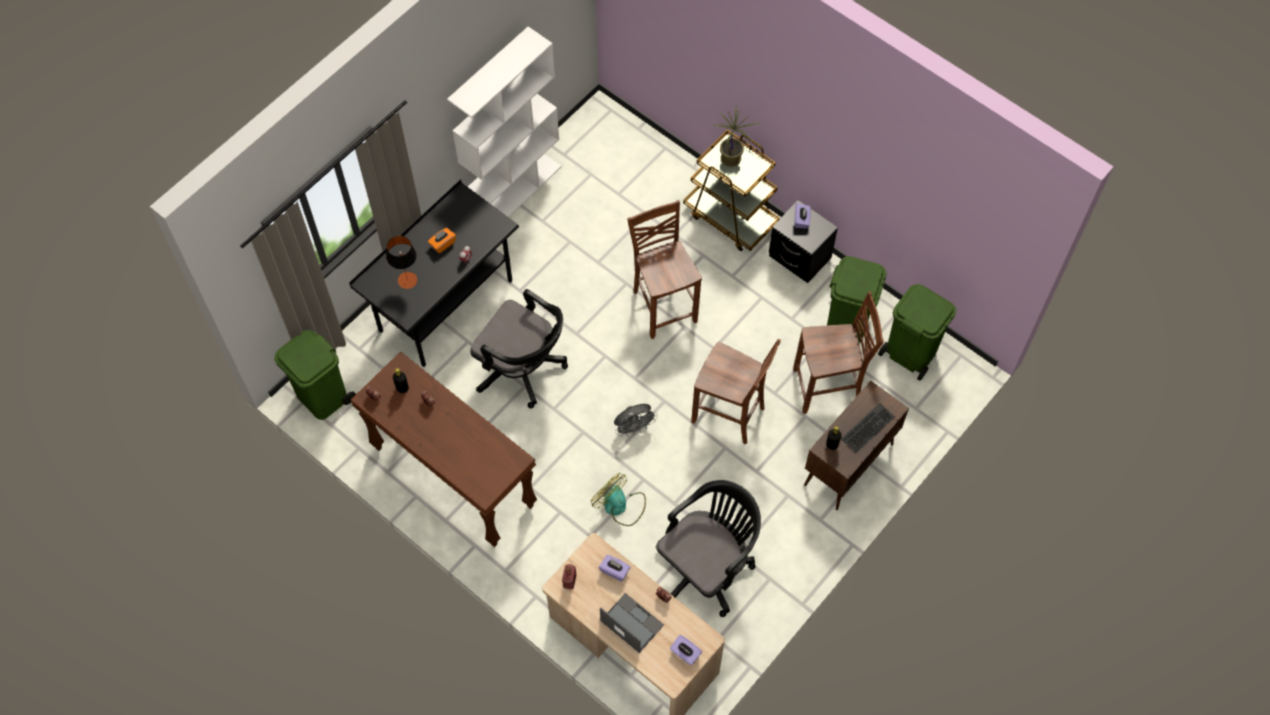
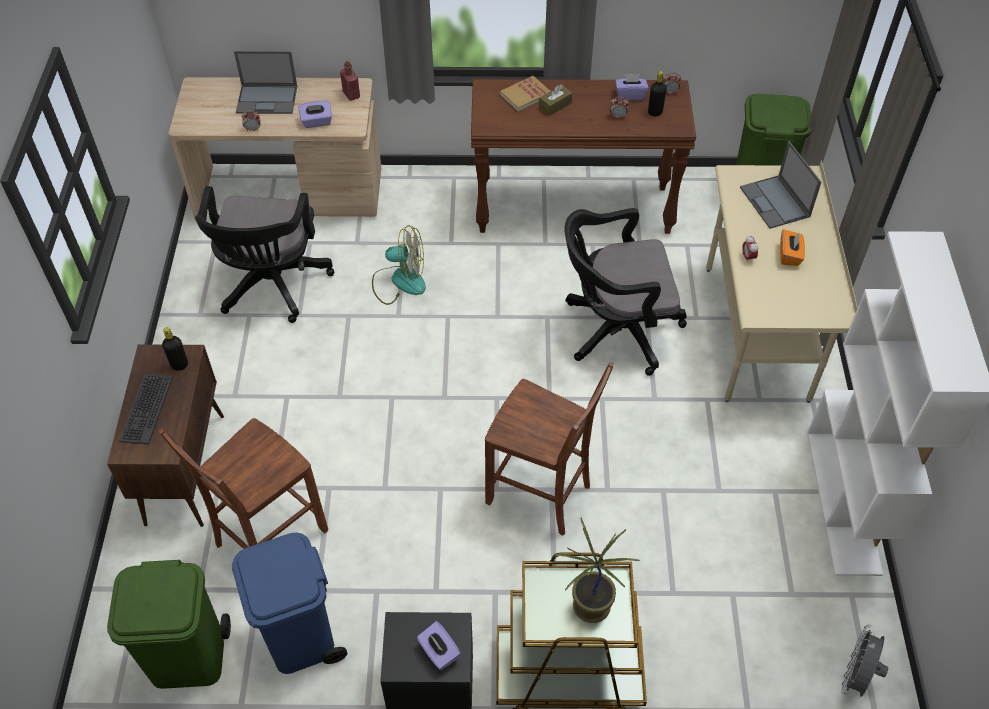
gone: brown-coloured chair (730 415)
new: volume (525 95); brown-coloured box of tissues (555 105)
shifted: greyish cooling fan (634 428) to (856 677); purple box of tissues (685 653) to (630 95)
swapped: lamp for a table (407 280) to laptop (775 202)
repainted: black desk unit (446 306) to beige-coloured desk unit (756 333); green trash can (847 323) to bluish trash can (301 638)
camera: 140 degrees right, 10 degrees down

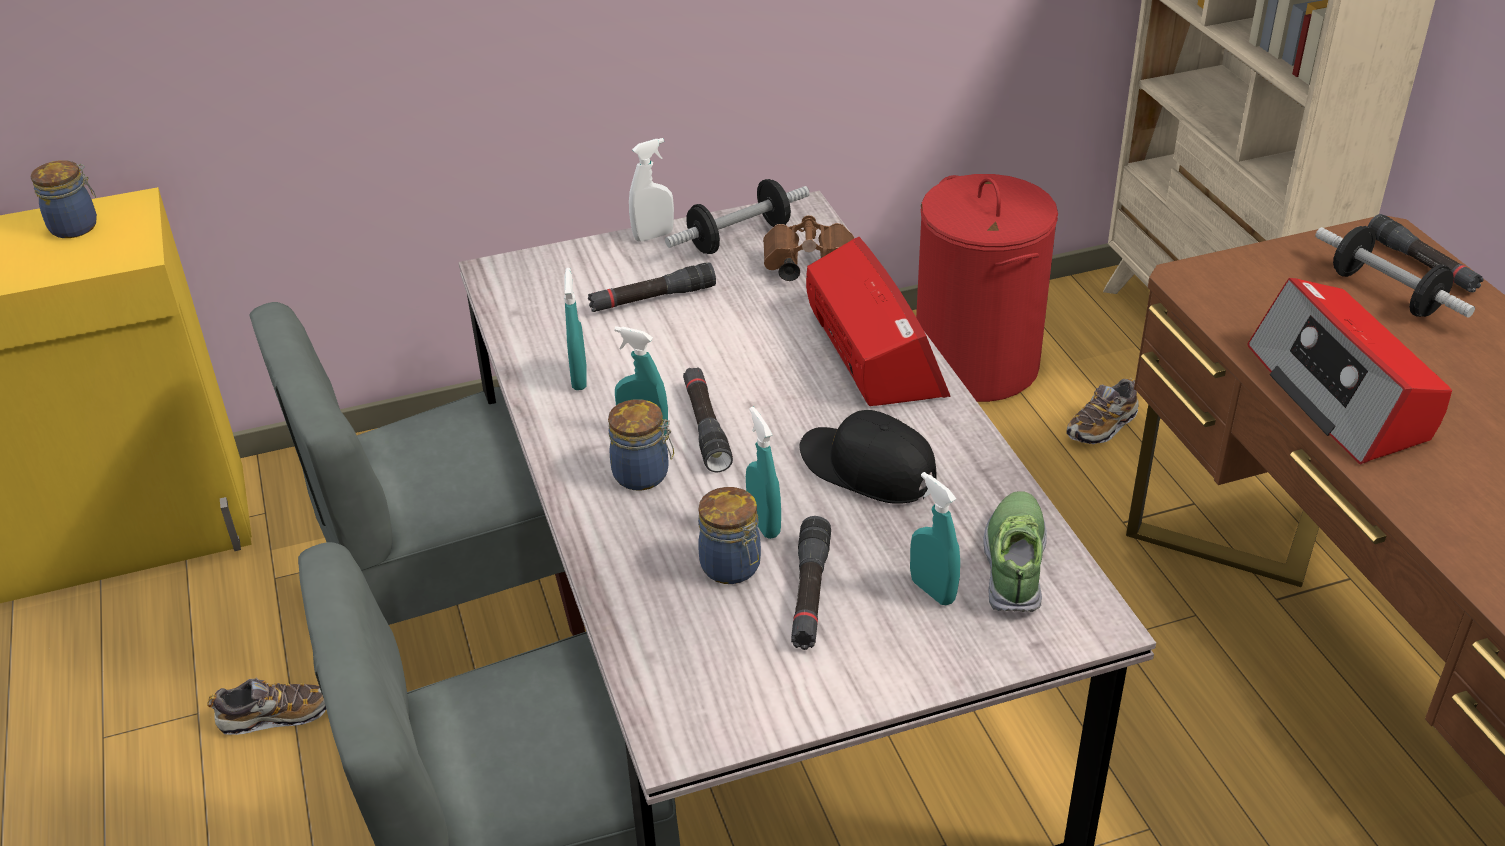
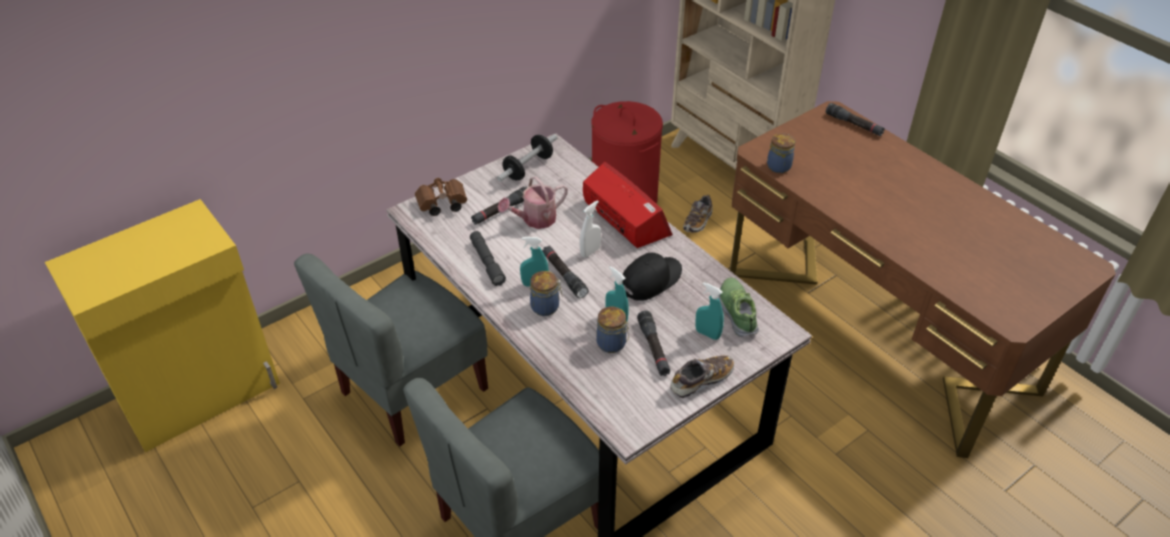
gone: radio (1341 394); free weight (1385 293)
new: watering can (535 220)
shifted: storage jar (76 226) to (779 166); shoe (274 716) to (701 381); white spray bottle (653 236) to (590 252); brown-coloured binoculars (806 267) to (441 205)
swapped: turquoise-coloured spray bottle (579 378) to greyish hand torch (487 262)
rotated: black cap (867 469) = (650 280) 120 degrees clockwise
camera: 20 degrees left, 5 degrees up

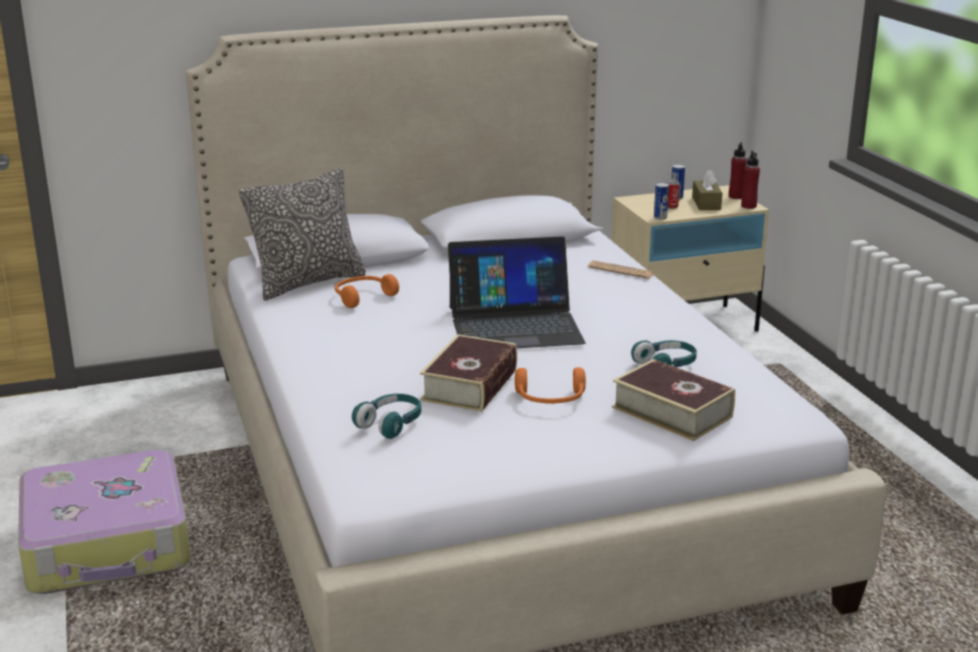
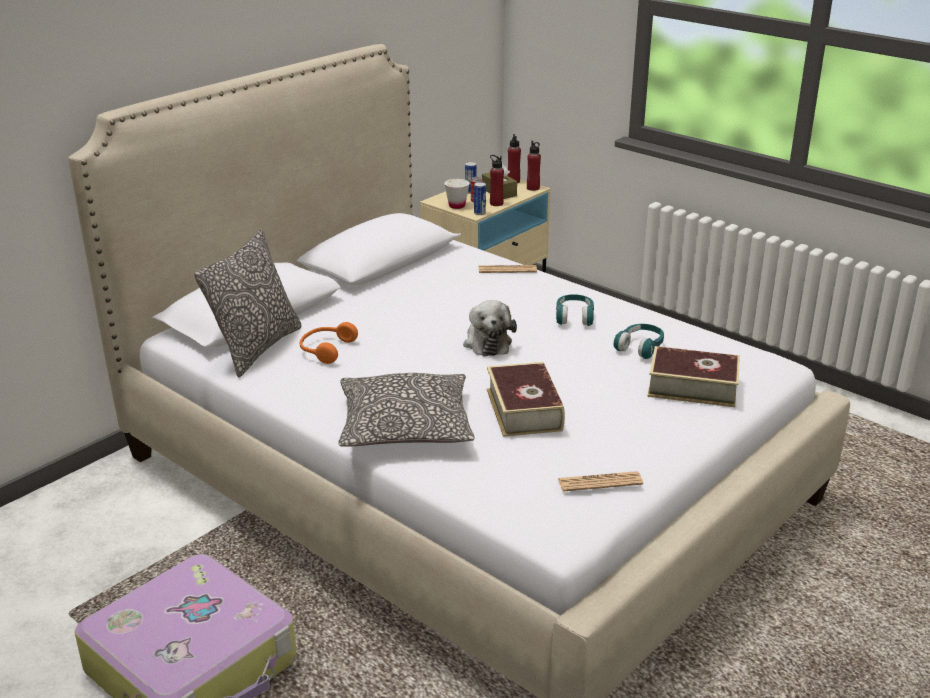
gone: orangey headset (550 399)
new: throw pillow (405 426); white cup (457 206); red-coloured bottle (496 203); printed paper (600 482)
shifted: turquoise-coloured headset (391 424) to (574 317)
swapped: laptop (514 324) to plush toy (487 342)
camera: 30 degrees left, 5 degrees up

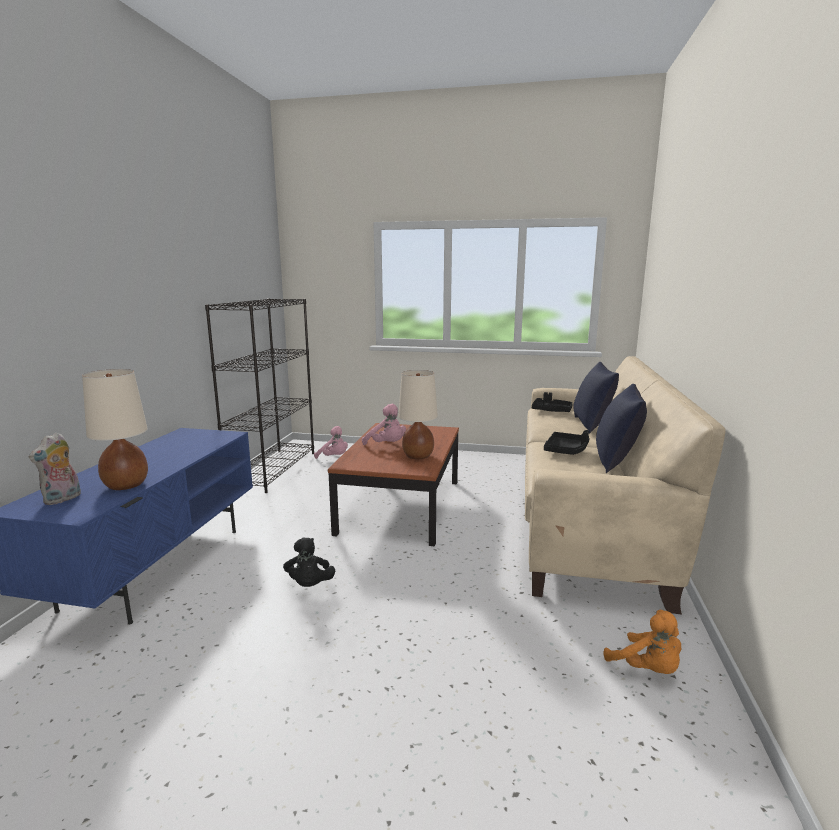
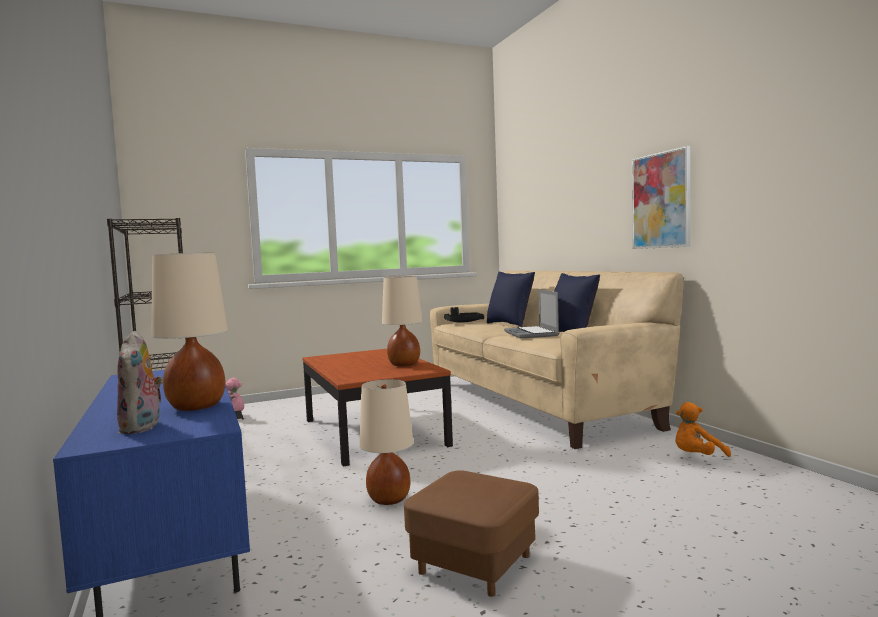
gone: pink plush toy (387 445)
new: brown-coloured footrest (474 563); picture (661 200)
swapped: black plush toy (309 585) to beige-coloured lamp for a table (389 500); black tray (566 450) to laptop (532 334)
rotated: orangey plush toy (647 669) = (697 457) 135 degrees clockwise
camera: 35 degrees left, 10 degrees down

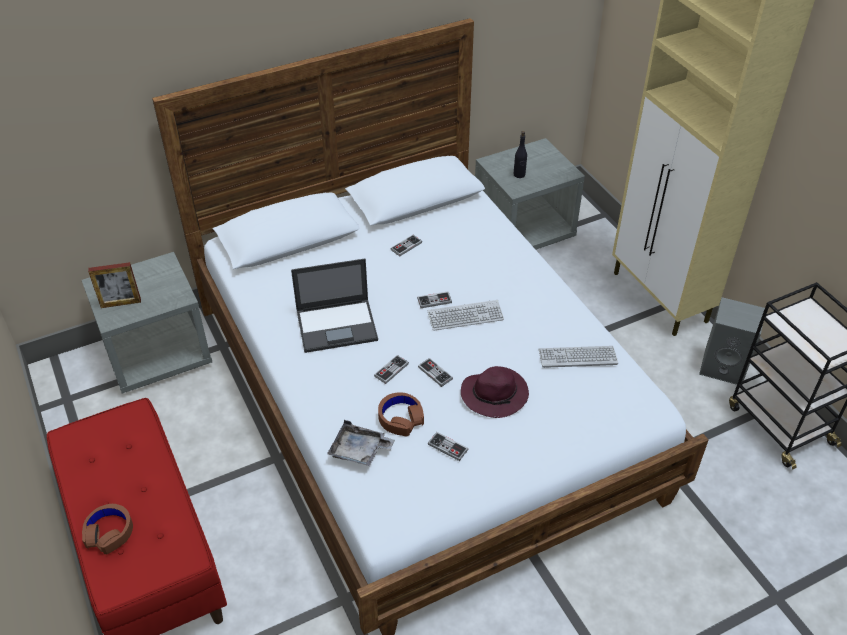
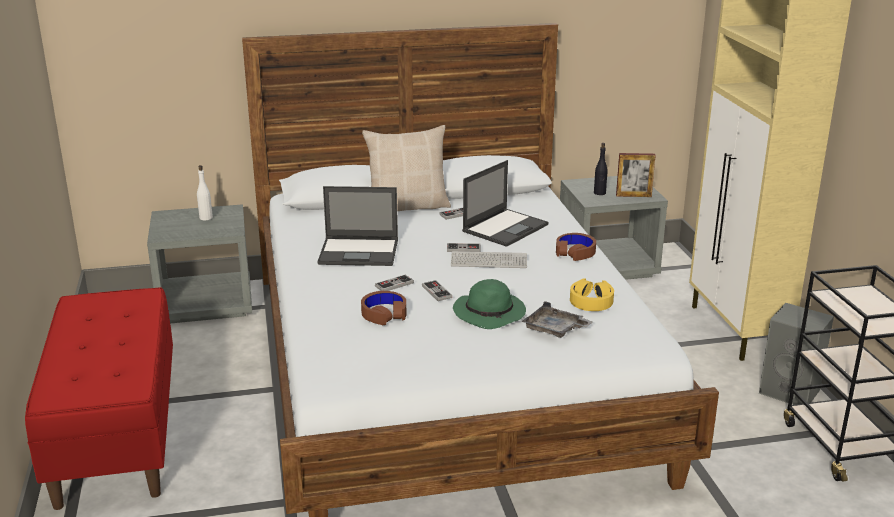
gone: game controller (448 447)
new: white bottle (206 218); beige-coloured throw pillow (408 206); laptop (505 227)
shifted: brown-coloured headset (109 532) to (575 252); standing frame (121 303) to (633 195); greyish tray (359 451) to (555 329)
swapped: PC keyboard (577 357) to yellowish headset (591 301)
repainted: purple hat (495 394) to green hat (490 313)
camera: 15 degrees right, 20 degrees down

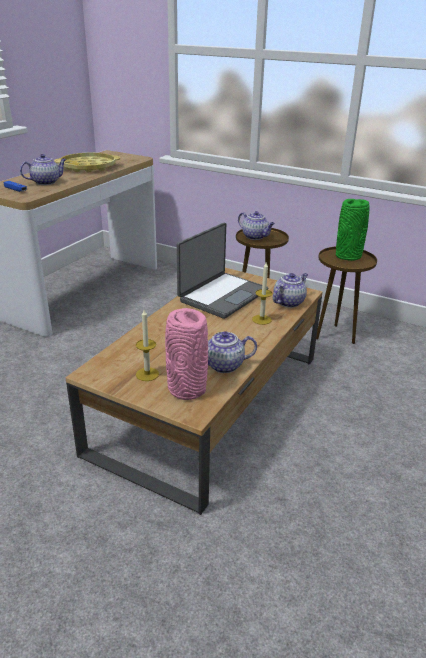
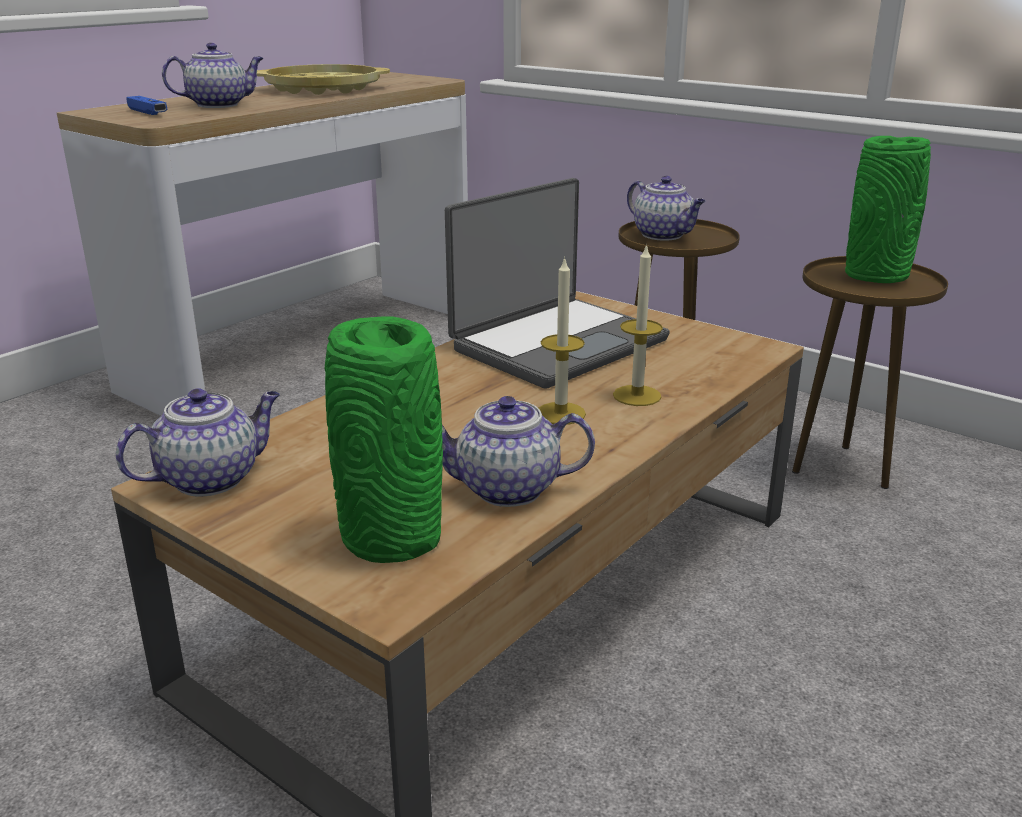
shifted: wax light (147 374) to (560 413); pot for tea (289 302) to (211 478)
repainted: pink flower vase (187 390) to green flower vase (391 539)
camera: 10 degrees right, 5 degrees down

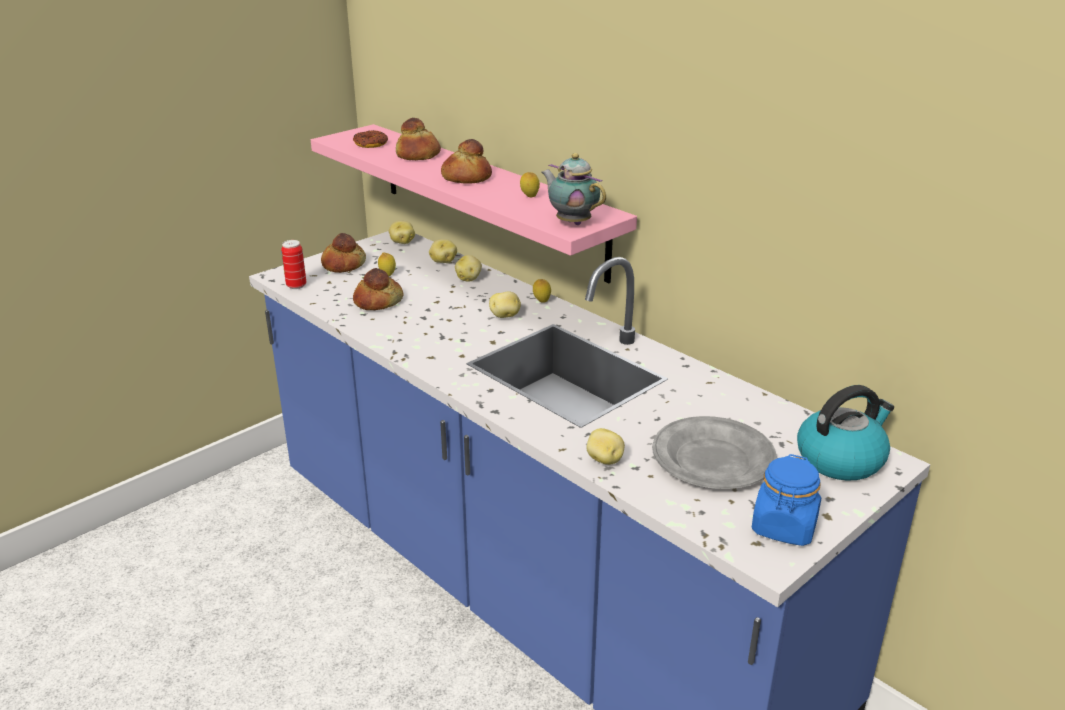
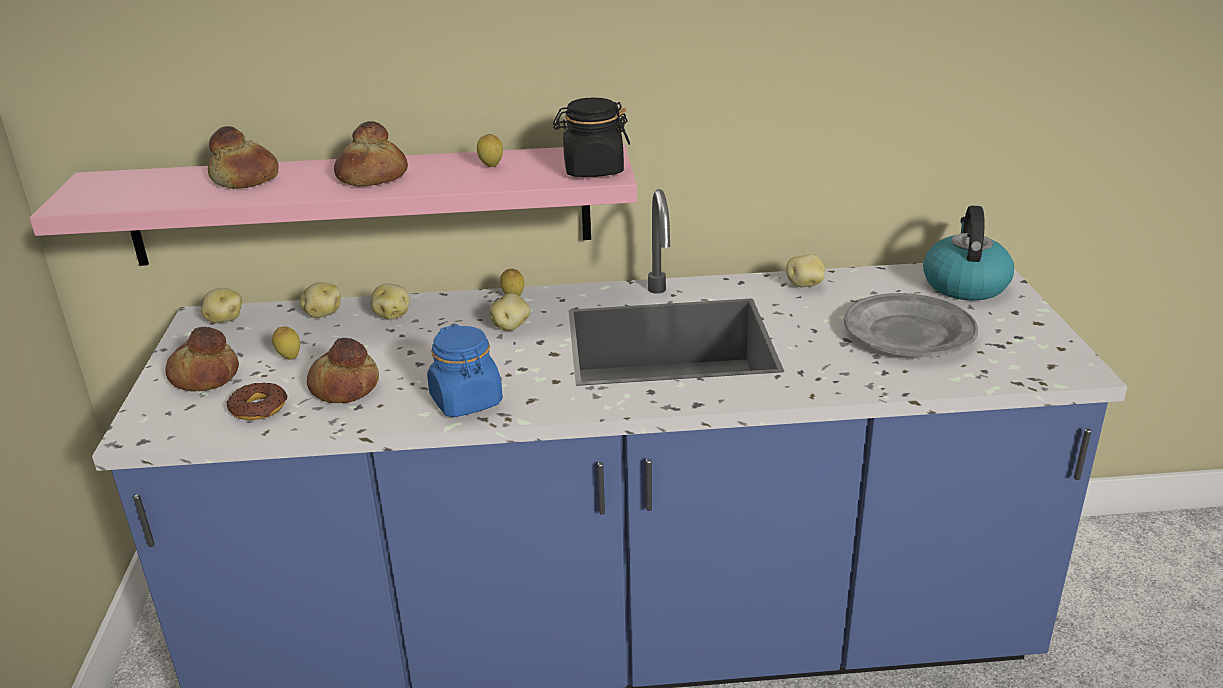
gone: sealed can (296 285)
shifted: ring doughnut (371 144) to (259 408); potato (604 460) to (805 285); bluish storage jar (784 527) to (466 401)
swapped: pot for tea (572 222) to black storage jar (593 170)
camera: 50 degrees left, 0 degrees up

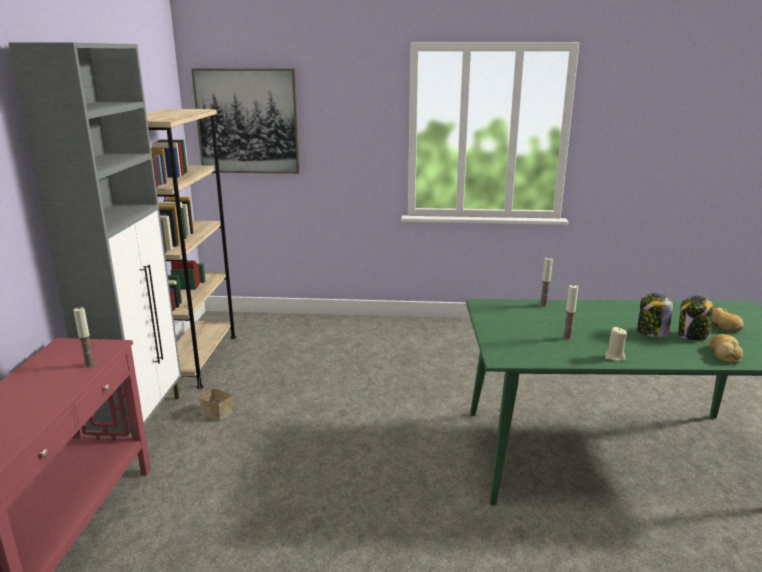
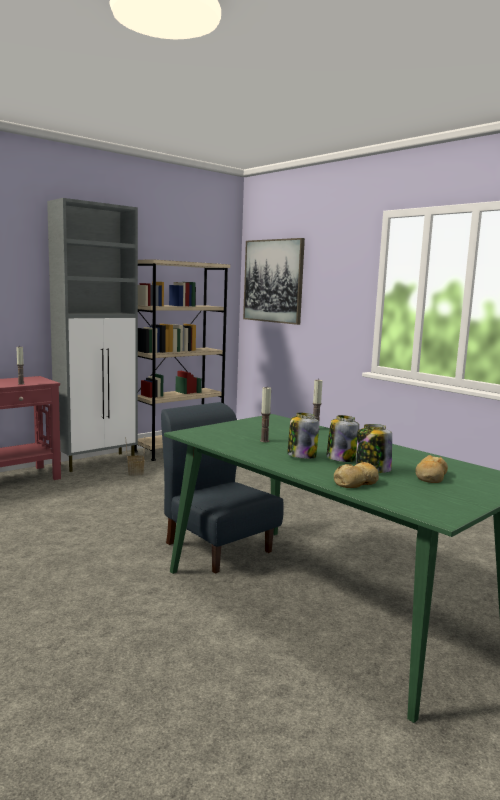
gone: beige-coloured wax light (614 357)
new: bluish chair (218 546); storage jar (301 456)
camera: 45 degrees right, 10 degrees down

